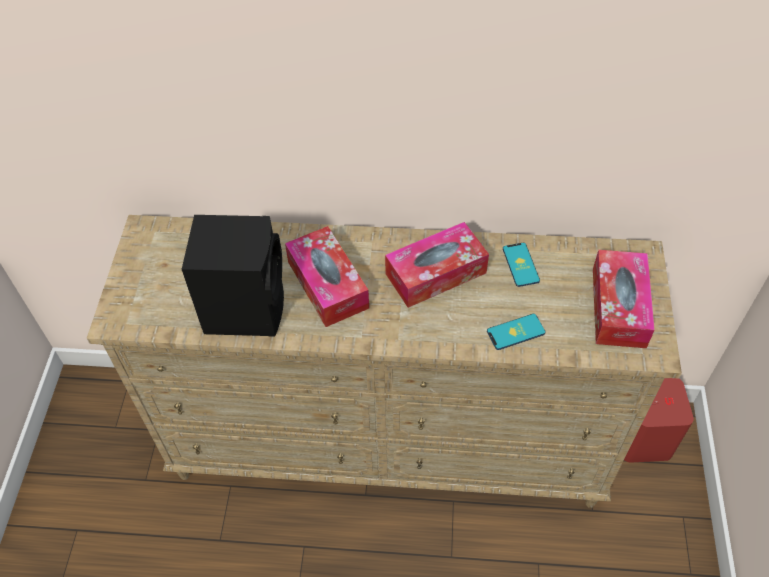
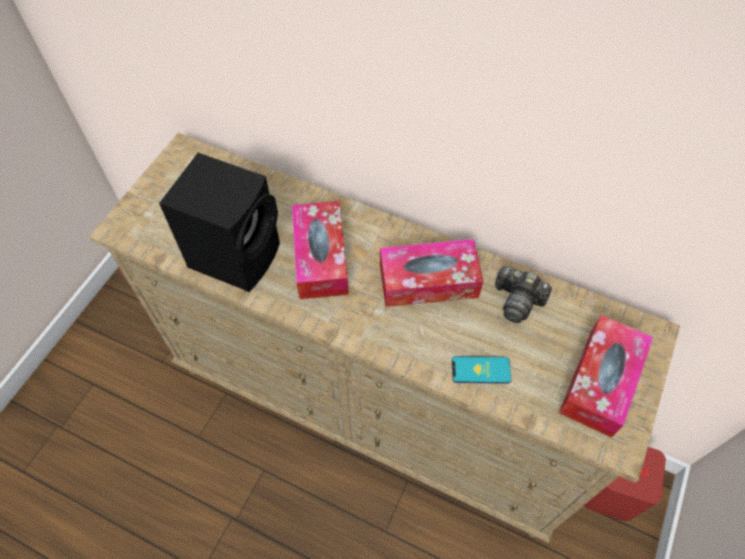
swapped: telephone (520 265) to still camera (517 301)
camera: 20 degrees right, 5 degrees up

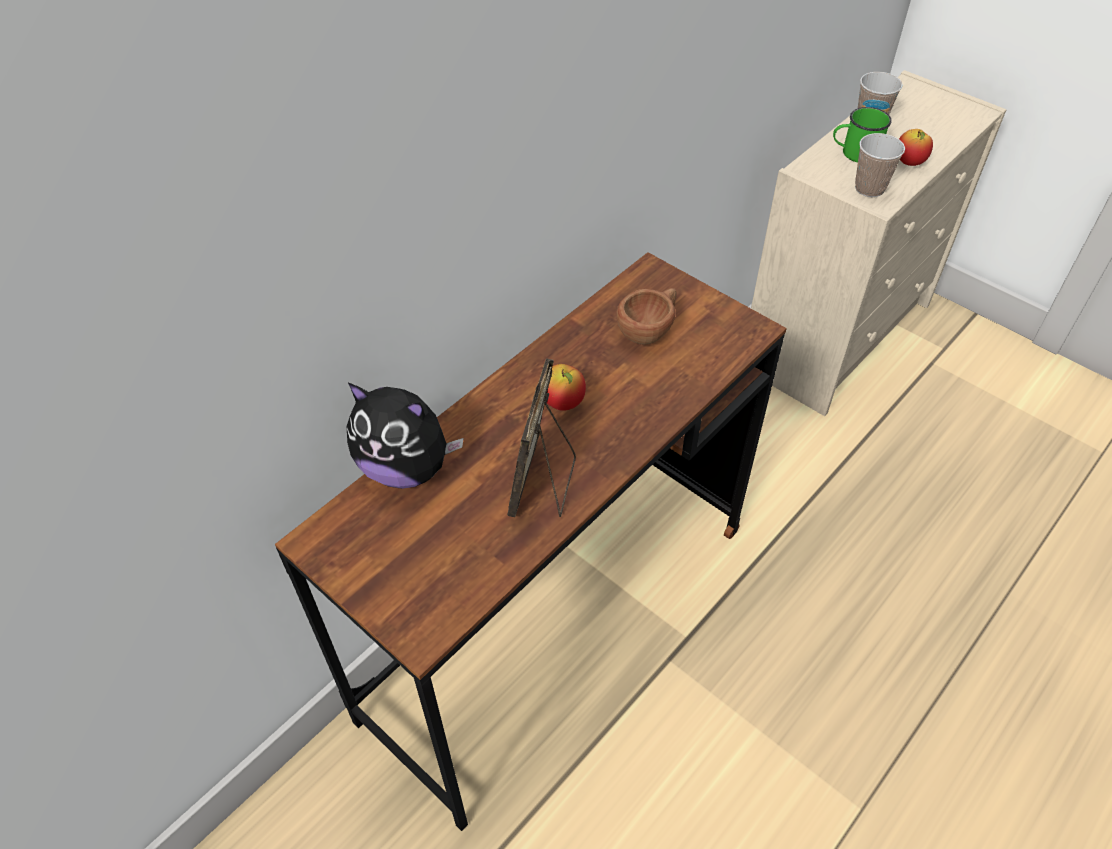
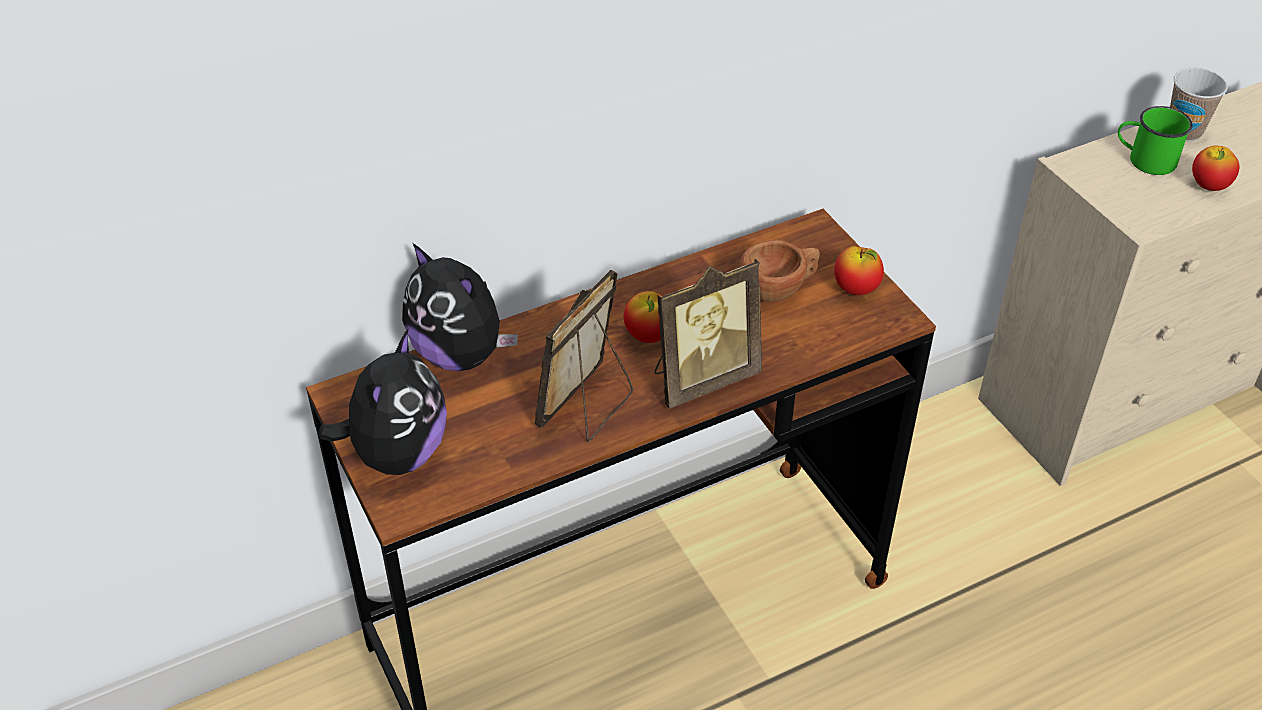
gone: cup (869 188)
new: plush toy (397 454); standing frame (702 378); whole apple (856 289)
camera: 20 degrees right, 5 degrees down

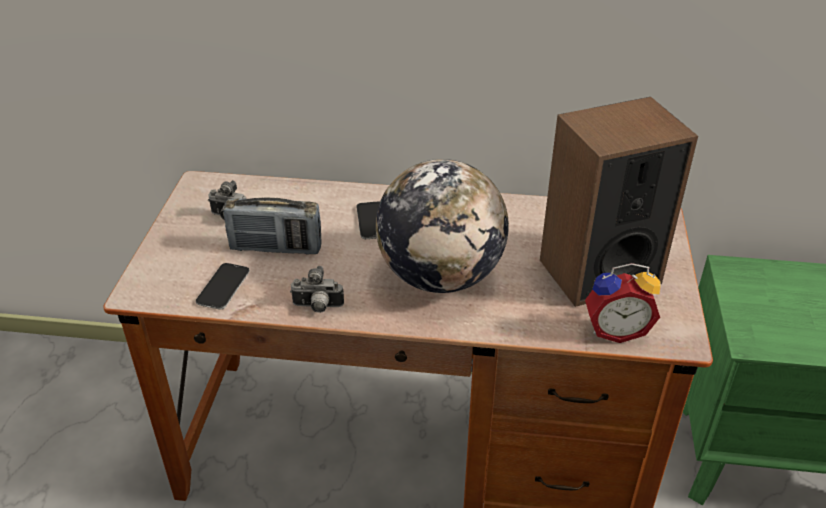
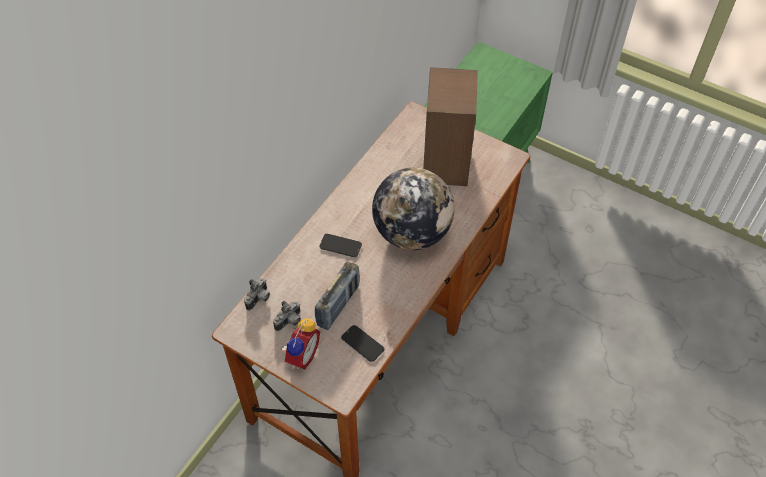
shifted: still camera (317 307) to (259 299); alarm clock (615 329) to (301 355)
camera: 65 degrees left, 15 degrees up

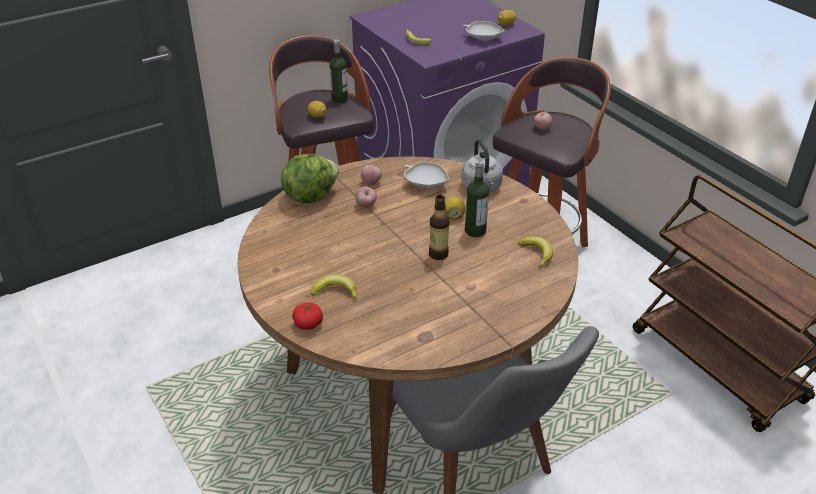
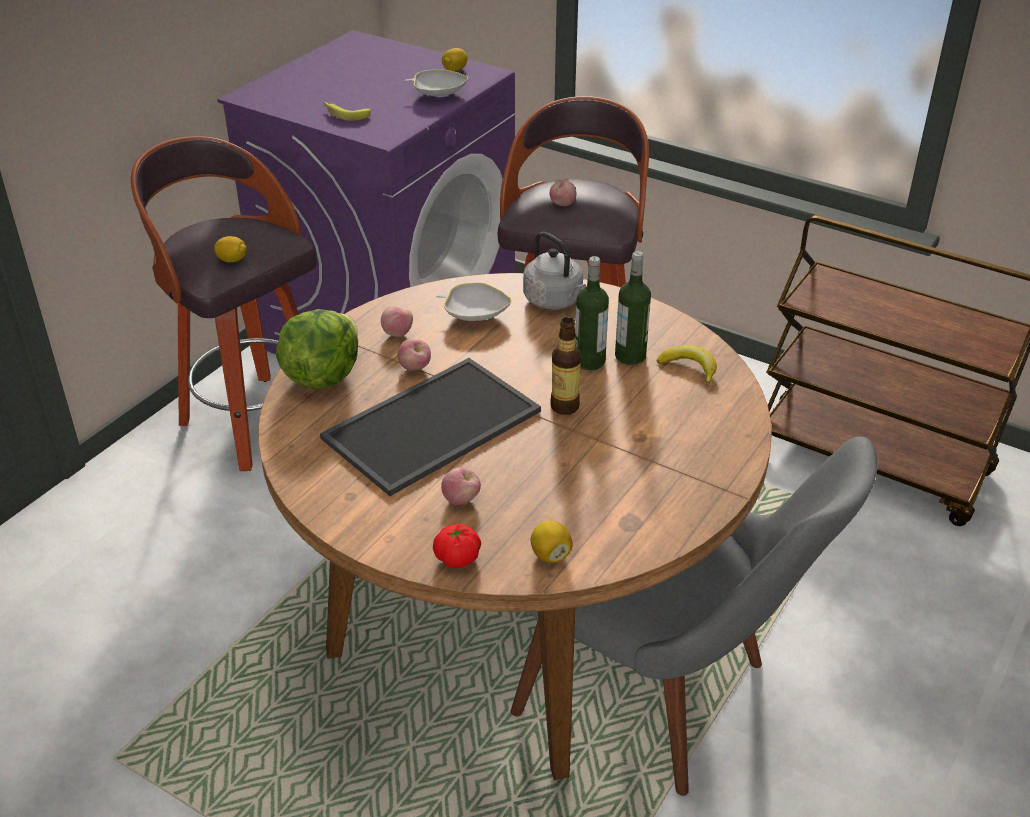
new: tray (432 427)
shifted: bottle (339 99) to (630 356); citrus fruit (453 216) to (550 555)
swapped: banana (335 291) to whole apple (461 499)
camera: 25 degrees left, 0 degrees up

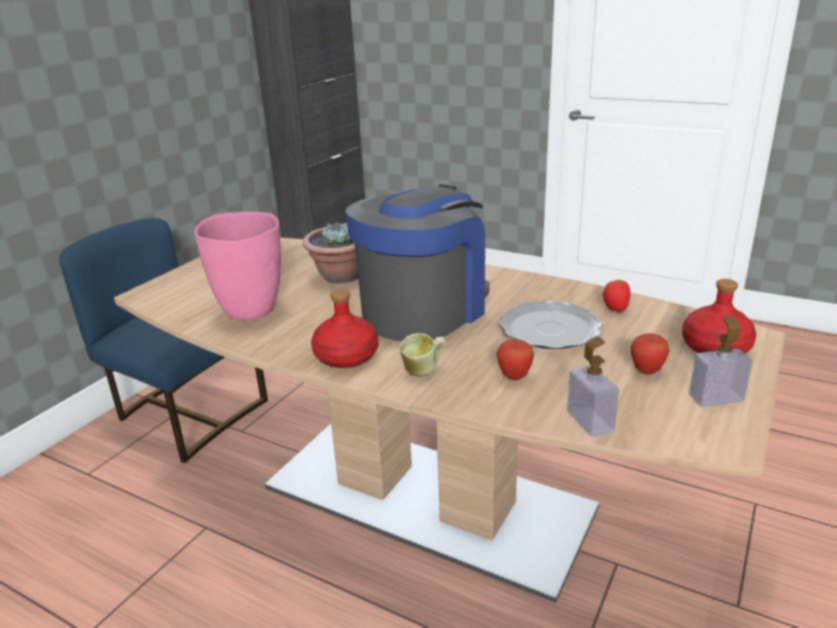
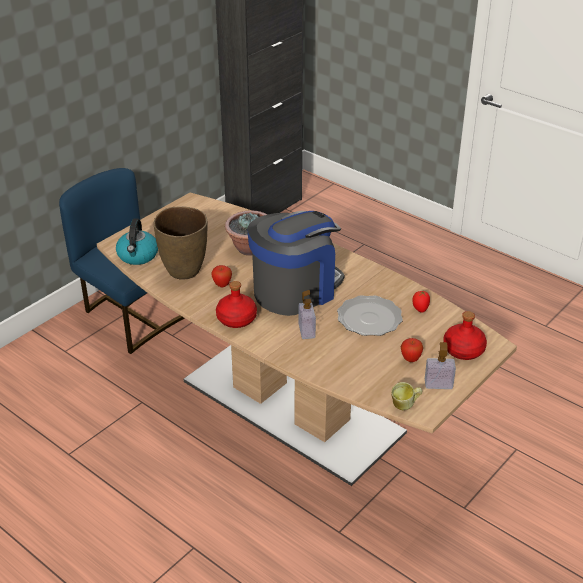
new: kettle (138 256)
shifted: tea mug (424 371) to (405 406); whole apple (514 377) to (222 285); soap bottle (590 421) to (306 331)
repainted: pink flower vase (251 311) to brown-coloured flower vase (184 271)
camera: 10 degrees right, 10 degrees up

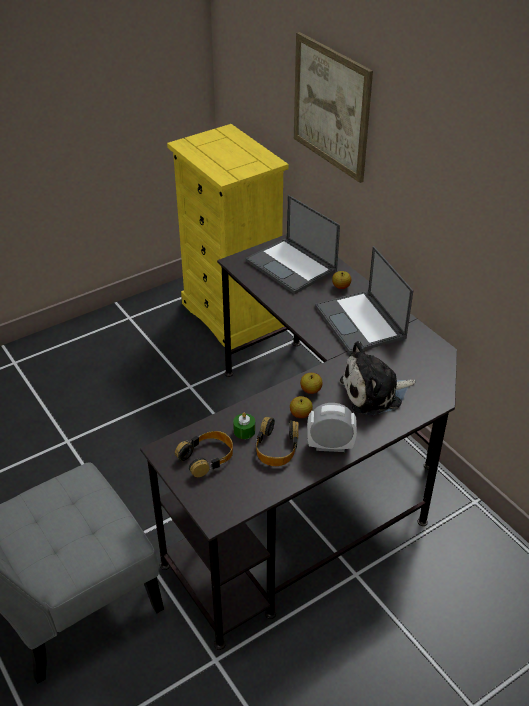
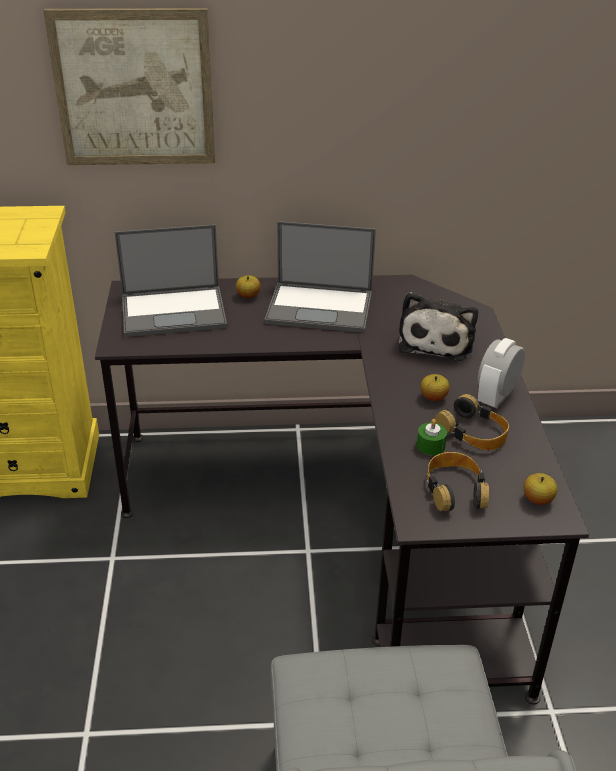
shifted: whole apple (311 390) to (537 500)
camera: 60 degrees left, 5 degrees down

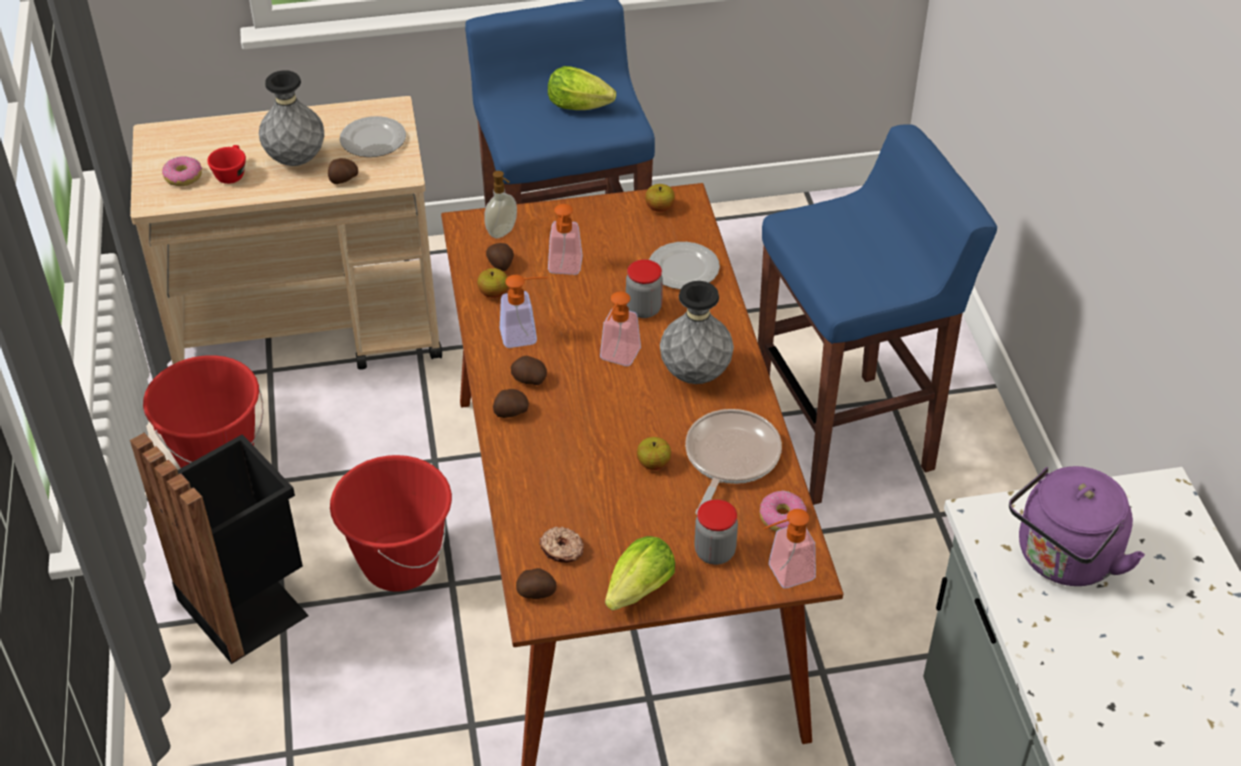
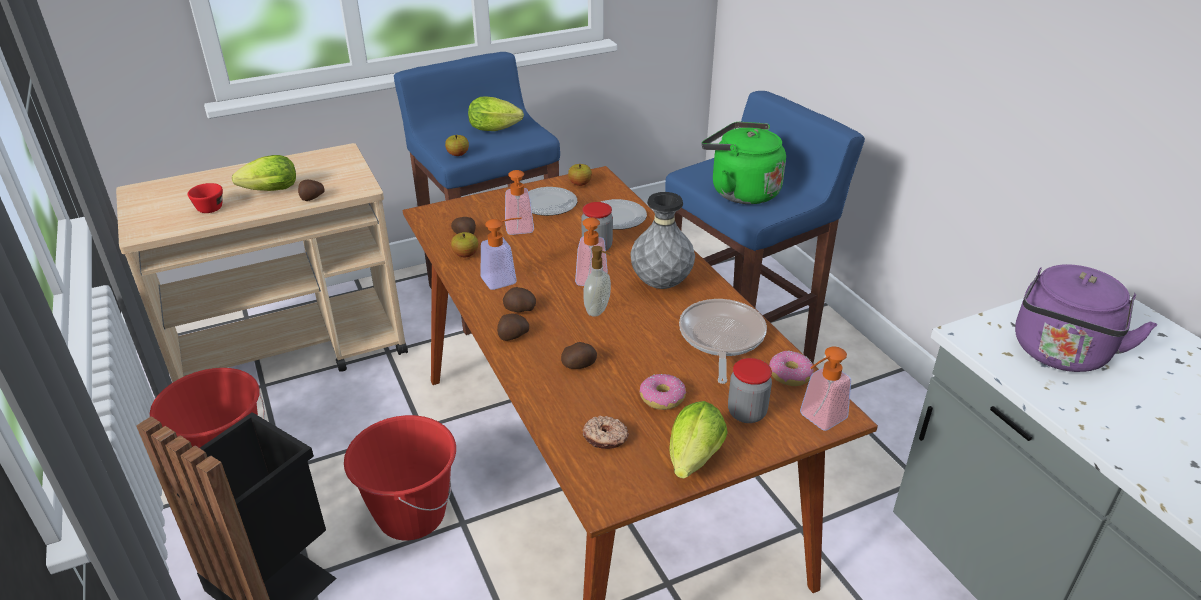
new: green kettle (740 191)
shifted: ring doughnut (183 177) to (662 398); dinner plate (372 140) to (548 205); soap bottle (502 232) to (598 310); potato (537 593) to (579 365); whole apple (653 463) to (458 154)
swapped: greyish flower vase (296 160) to lettuce (267 191)
camera: 15 degrees left, 10 degrees down

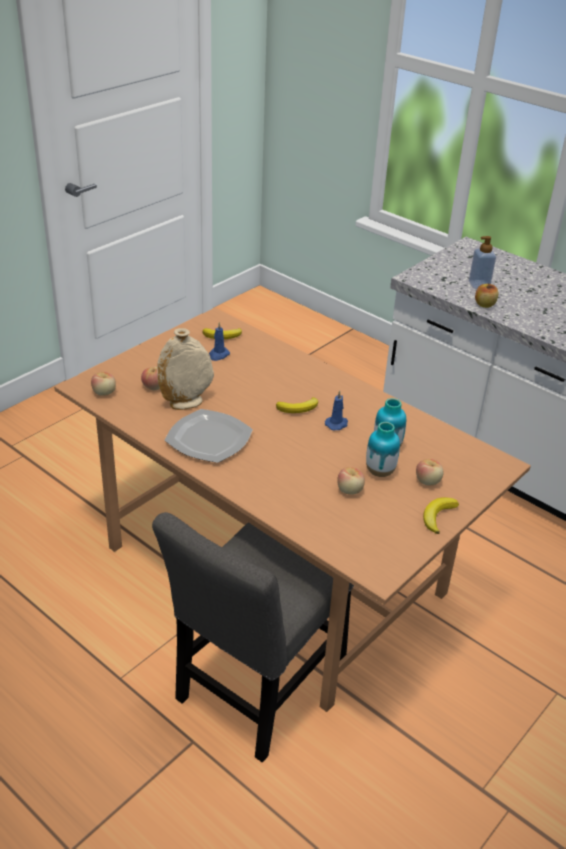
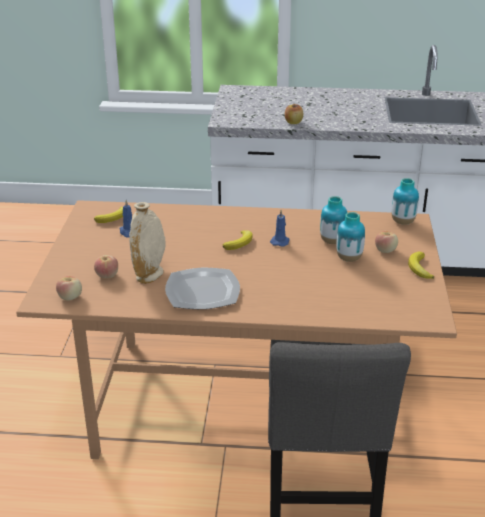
gone: whole apple (350 490); soap bottle (479 284)
new: flower vase (402 222)
camera: 35 degrees left, 5 degrees down

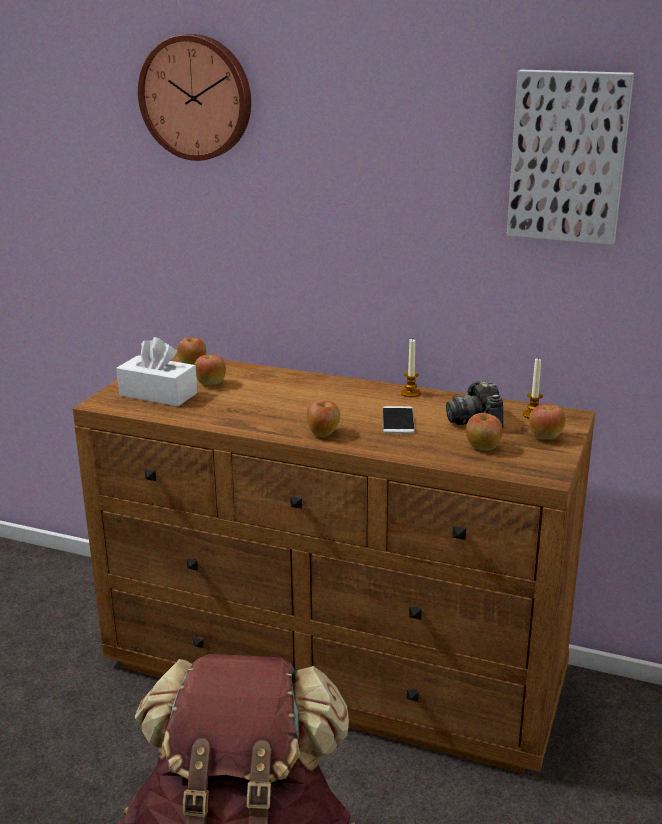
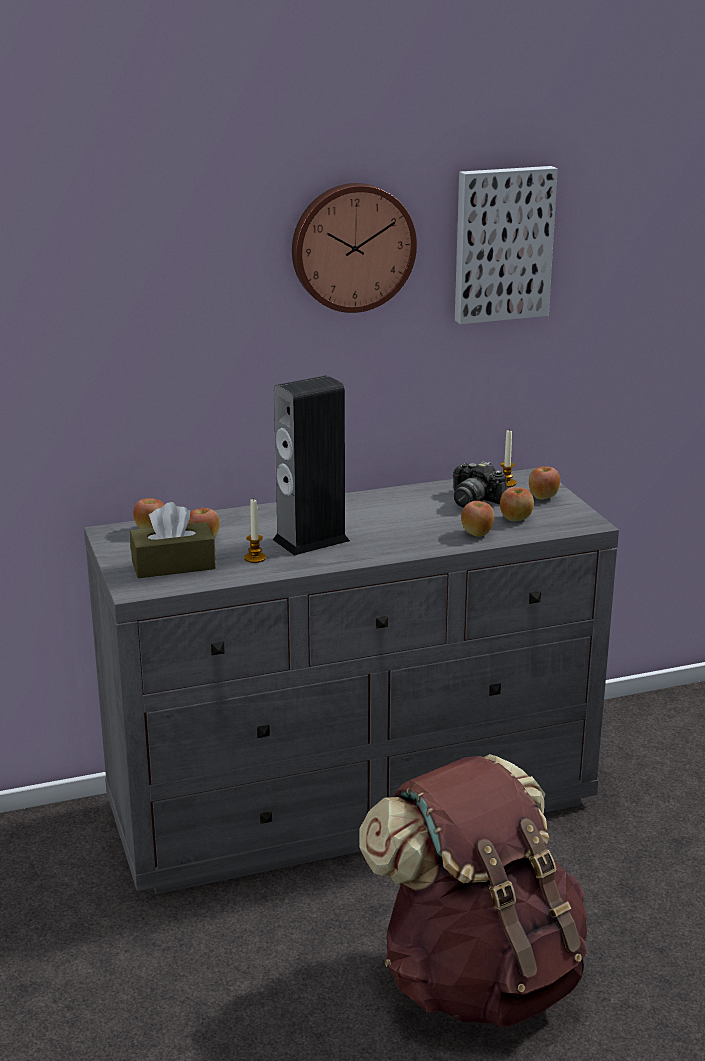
gone: telephone (398 421)
new: loudspeaker (311 540)
shifted: wall clock (197 97) to (352 247); whole apple (323 433) to (477 533); wax light (410 393) to (255 558)
repainted: brown-coloured chest of drawers (337 671) to greyish chest of drawers (354 803); white box of tissues (158 394) to brown-coloured box of tissues (173 565)
camera: 40 degrees left, 0 degrees up

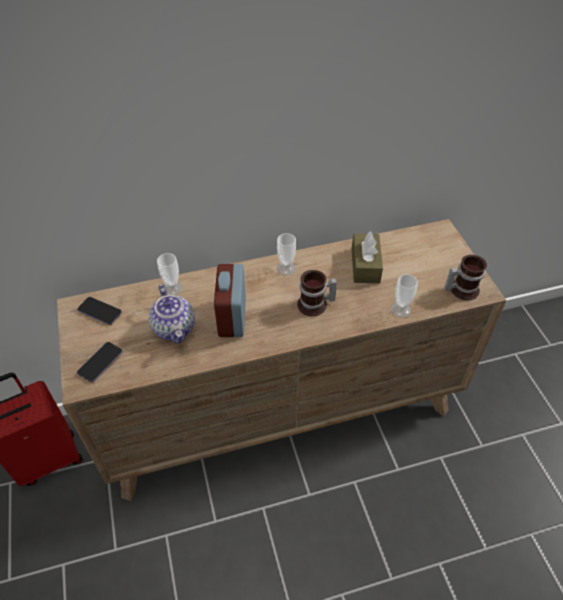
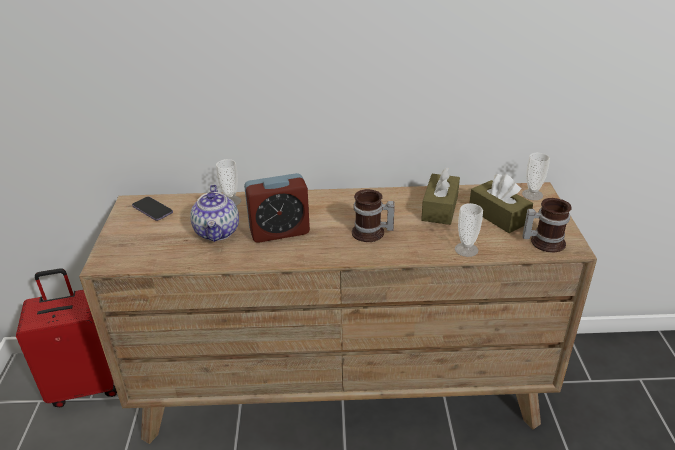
gone: telephone (100 363)
new: brown-coloured box of tissues (498 216)
shifted: cup (286 268) to (532 194)
rotated: alarm clock (232 317) = (279 231) 120 degrees counterclockwise
camera: 15 degrees right, 15 degrees down

